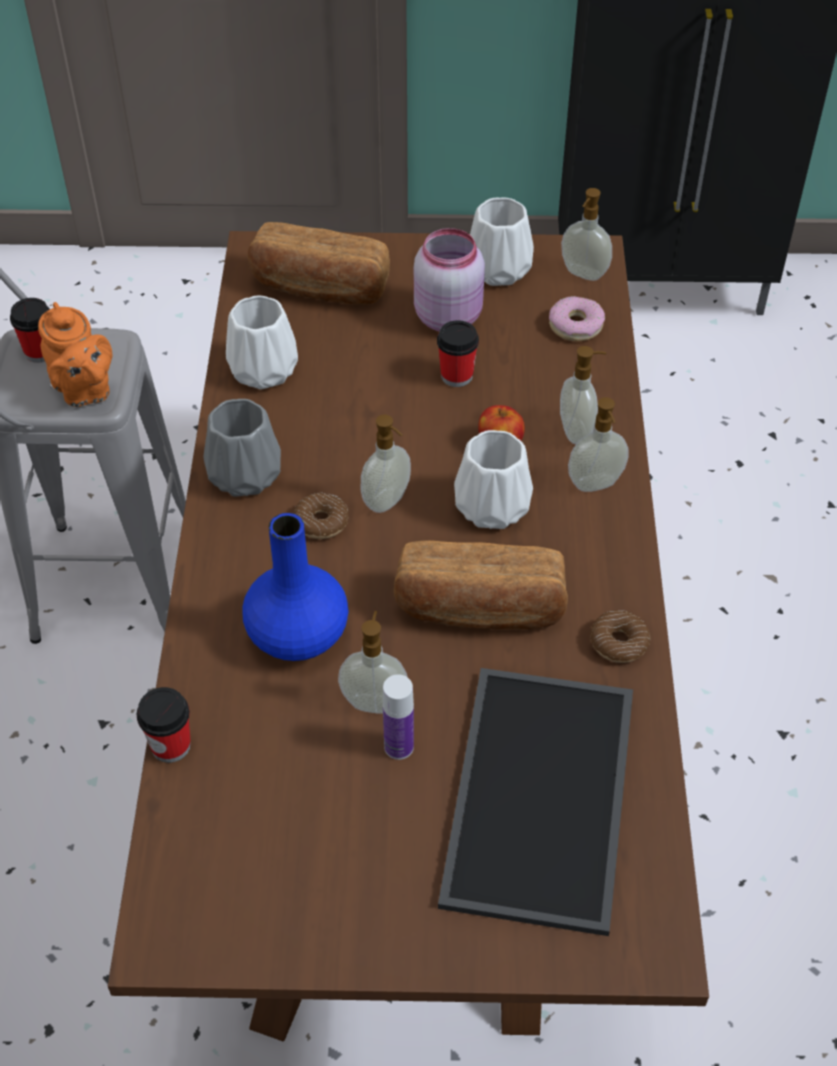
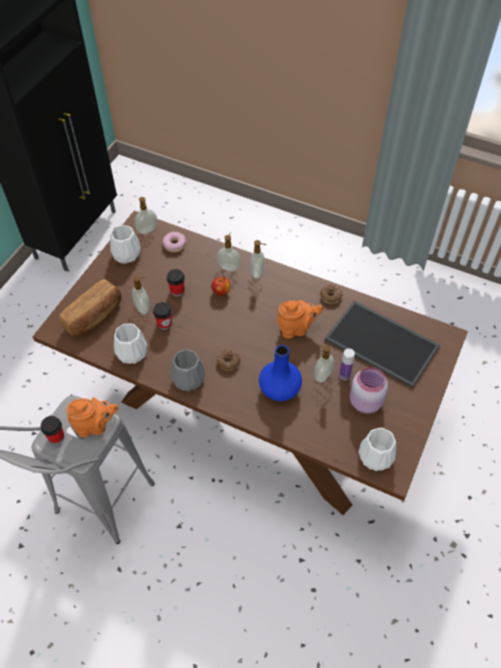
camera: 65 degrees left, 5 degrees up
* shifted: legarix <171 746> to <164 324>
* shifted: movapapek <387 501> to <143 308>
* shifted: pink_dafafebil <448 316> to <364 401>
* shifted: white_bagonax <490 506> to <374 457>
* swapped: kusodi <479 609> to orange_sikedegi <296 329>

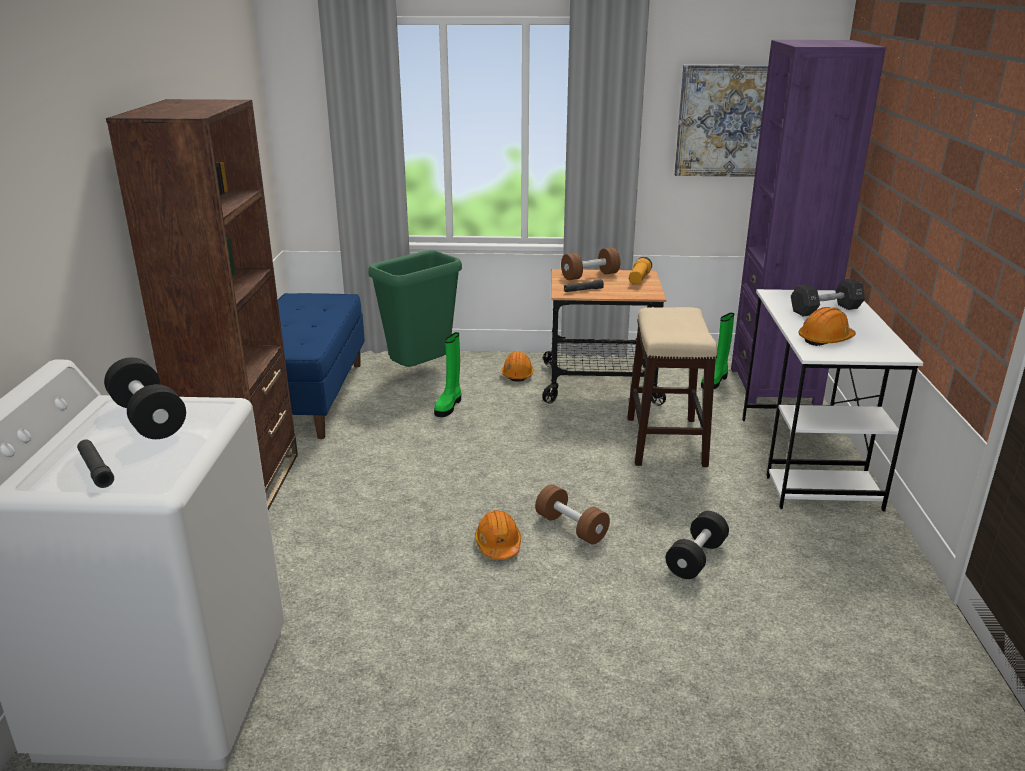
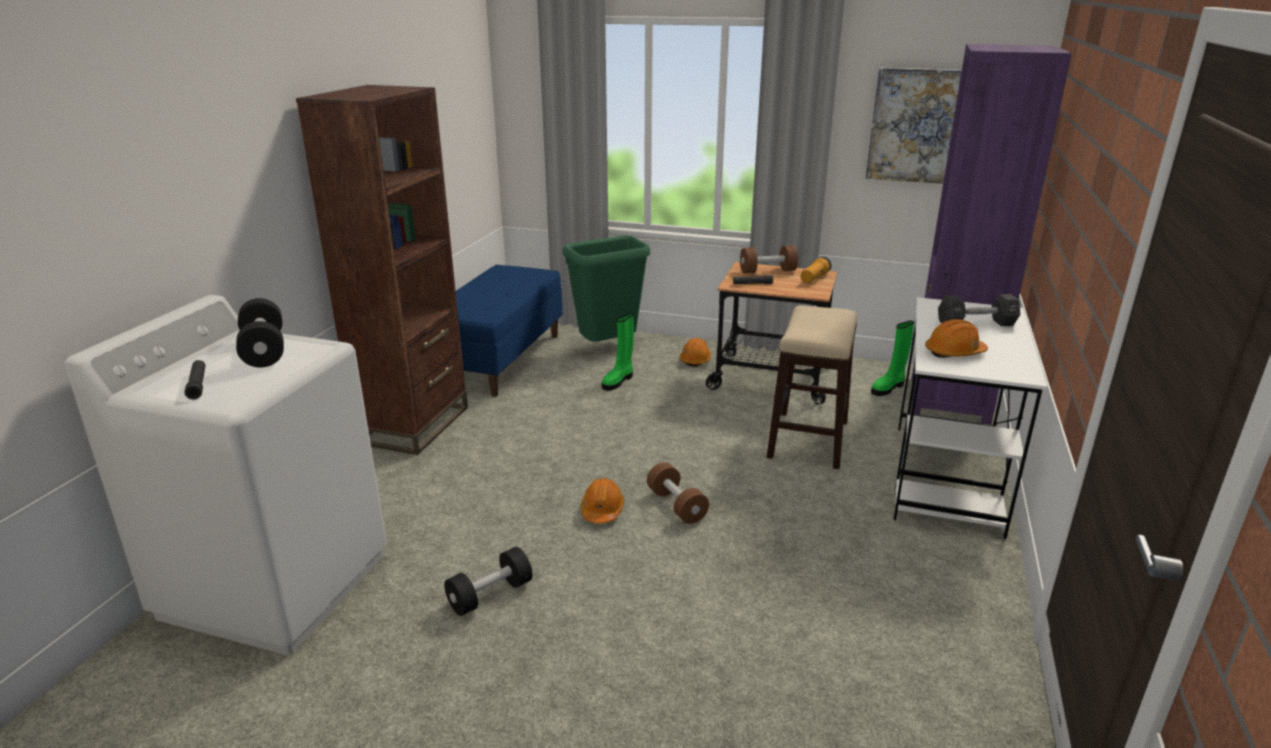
camera: 15 degrees right, 0 degrees up
* shifted: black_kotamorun <696 558> to <490 595>

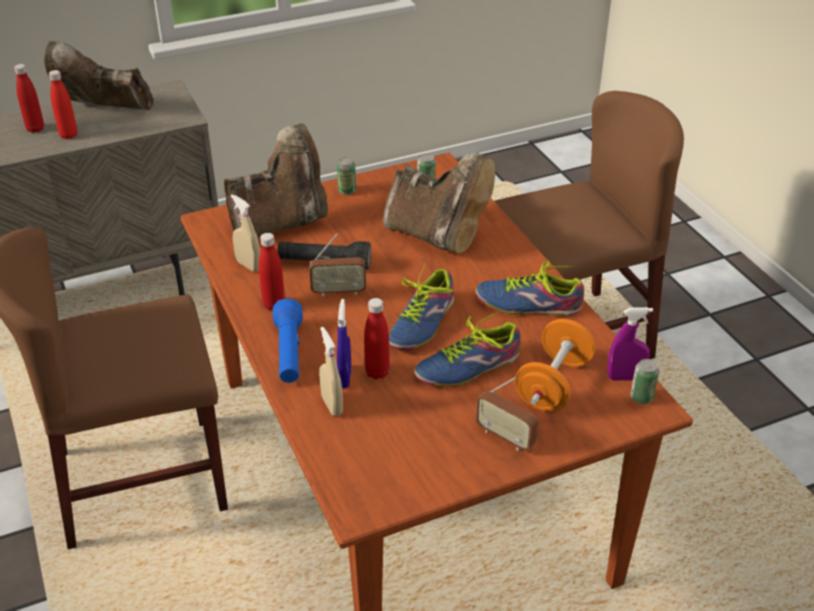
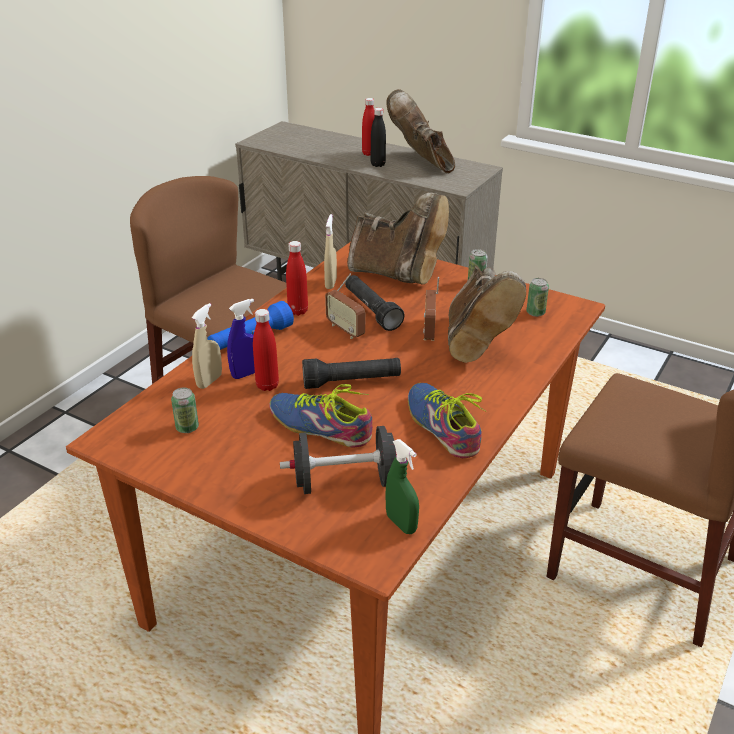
camera: 55 degrees right, 5 degrees down
* shifted: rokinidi <505 437> to <429 331>
* shifted: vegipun <641 397> to <187 428>
* swapped: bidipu <422 323> to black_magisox <352 382>
* repainted: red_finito <68 135> to black_finito <378 164>
* repainted: orange_kotamorun <553 385> to black_kotamorun <344 482>
* repainted: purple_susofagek <625 377> to green_susofagek <401 524>

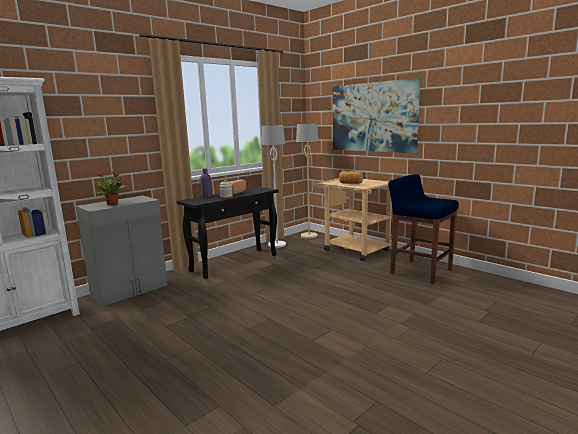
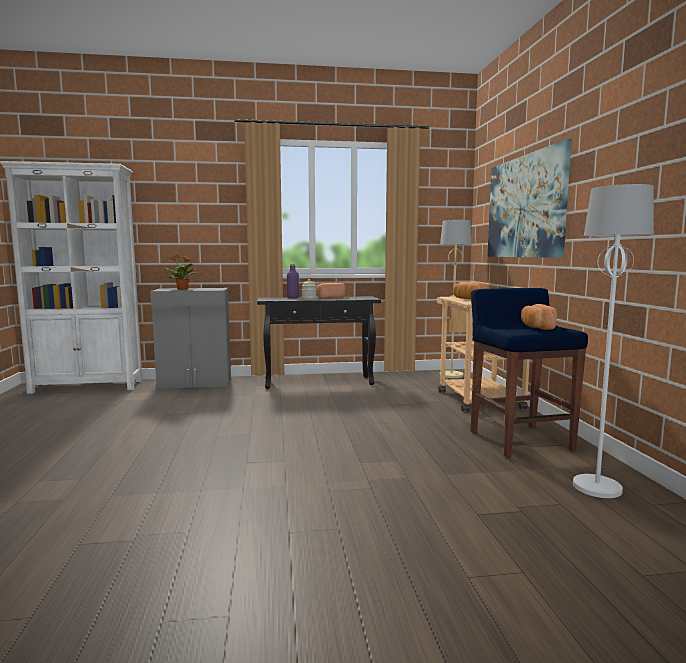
camera: 35 degrees right, 5 degrees down
* new: kusodi <536 327>
* shifted: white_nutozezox <277 245> to <597 487>

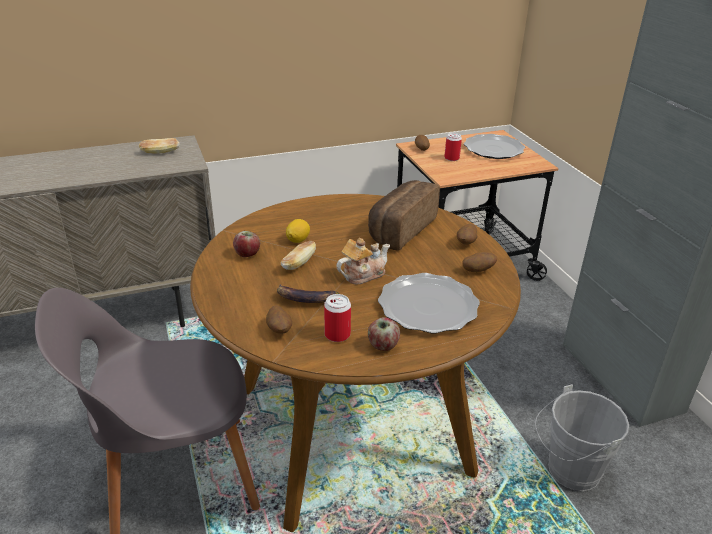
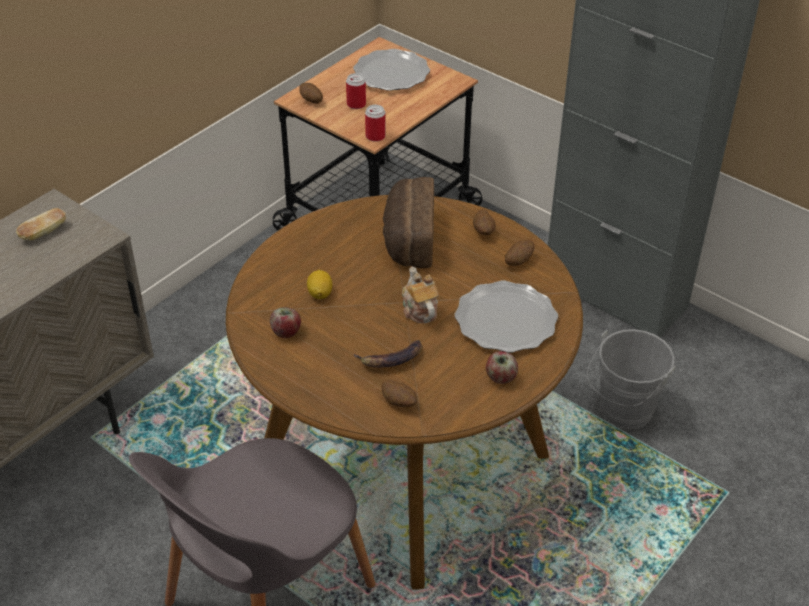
camera: 30 degrees left, 10 degrees up
* gone: kusodi <298 263>
* shifted: vegipun <337 335> to <375 136>
* rotated: sikedegi <362 274> = <419 309> 45 degrees counterclockwise

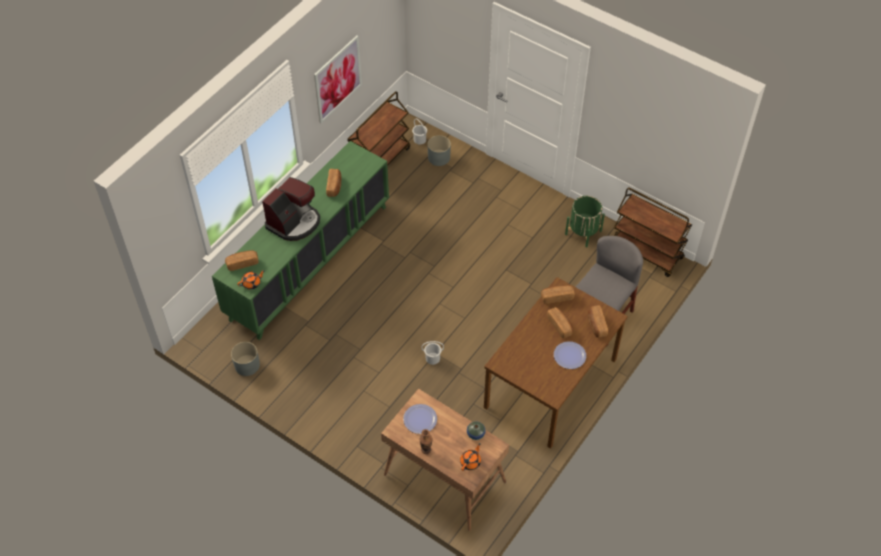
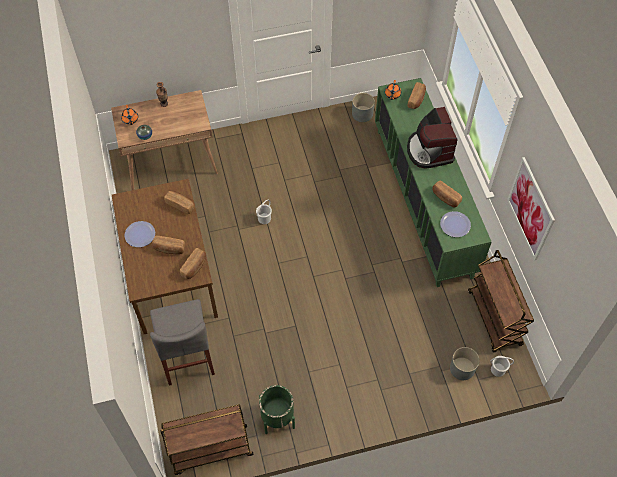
camera: 130 degrees right, 5 degrees up
* shifted: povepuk <420 419> to <455 224>
* shifted: kusodi <596 325> to <180 204>

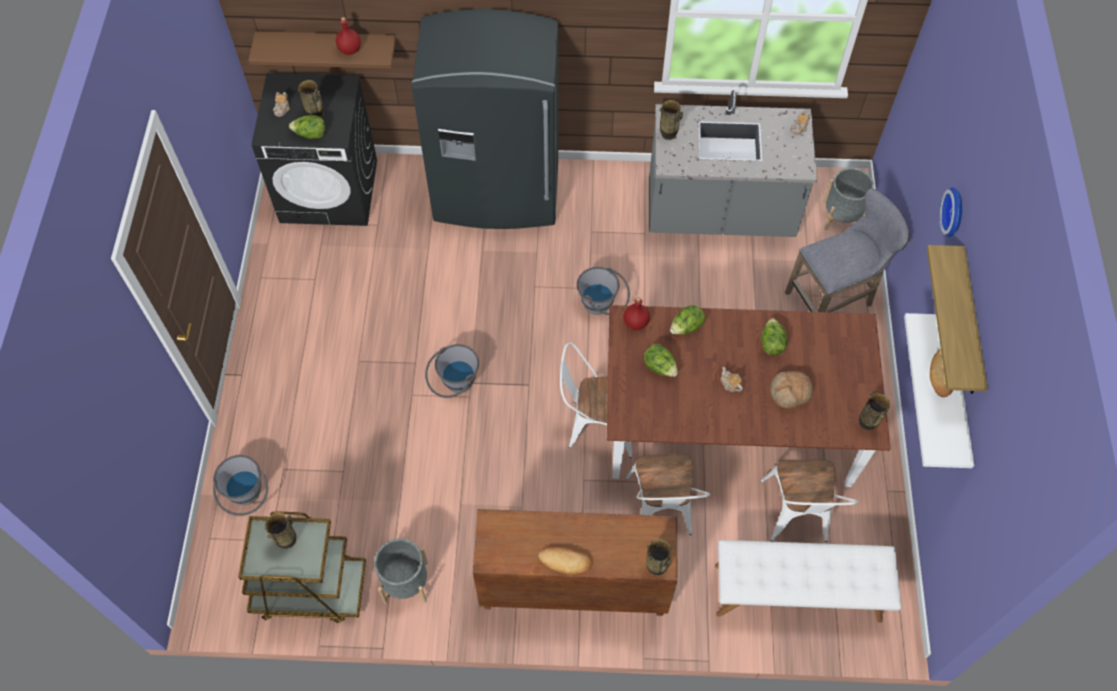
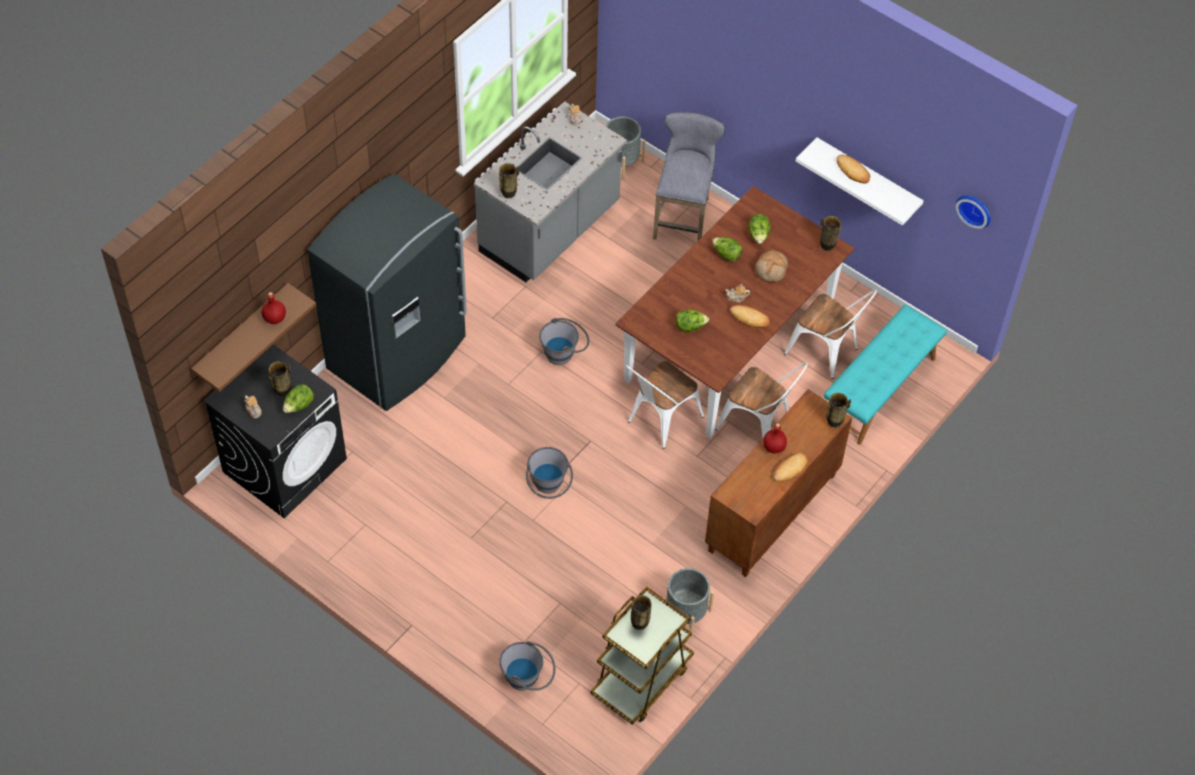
camera: 55 degrees left, 5 degrees down
* gone: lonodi <969 325>
* new: kusodi <749 318>
* shifted: red_finito <635 323> to <774 447>
* shifted: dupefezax <686 327> to <758 235>
* shifted: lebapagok <955 212> to <975 209>
* repainted: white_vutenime <797 593> to turquoise_vutenime <880 390>

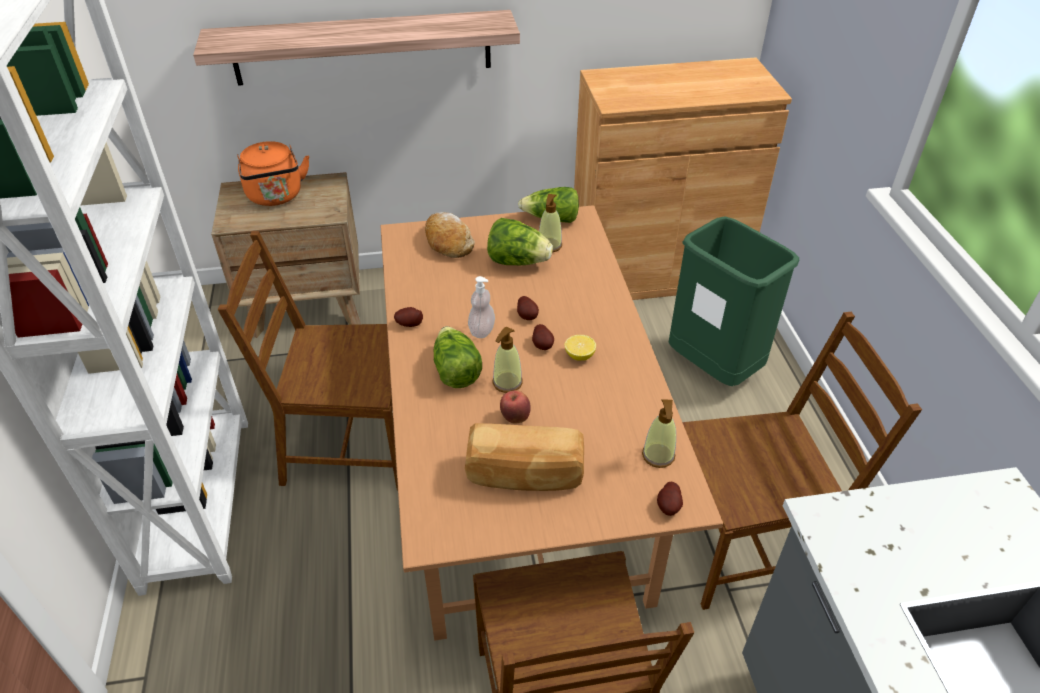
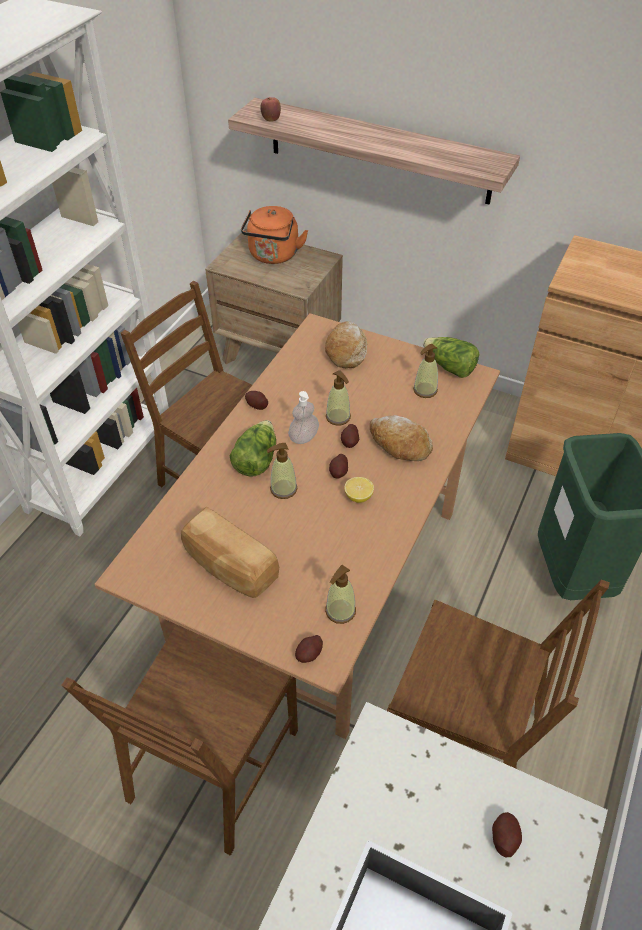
camera: 35 degrees right, 5 degrees up
* gone: dupefezax <517 261>
* new: movapapek <338 417>
* new: kusodi <399 444>
* new: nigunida <504 838>
* shifted: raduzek <515 417> to <271 120>

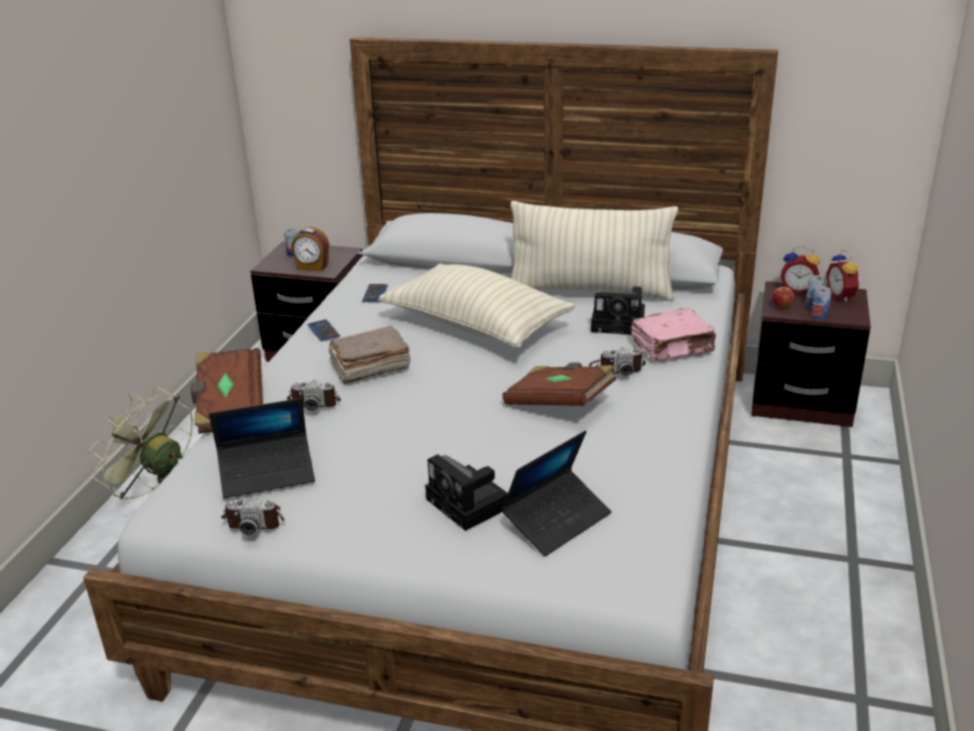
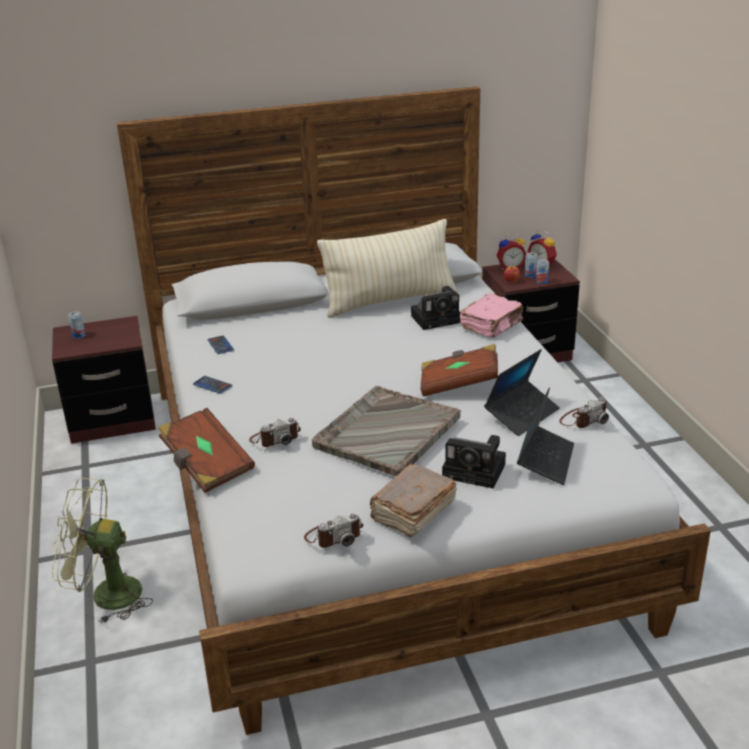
camera: 30 degrees left, 0 degrees up
* gone: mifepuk <312 267>
* gone: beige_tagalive <476 326>
* new: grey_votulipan <386 433>
* shifted: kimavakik <267 474> to <522 414>
* shifted: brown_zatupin <369 367> to <412 512>
* shifted: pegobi <617 368> to <583 419>

